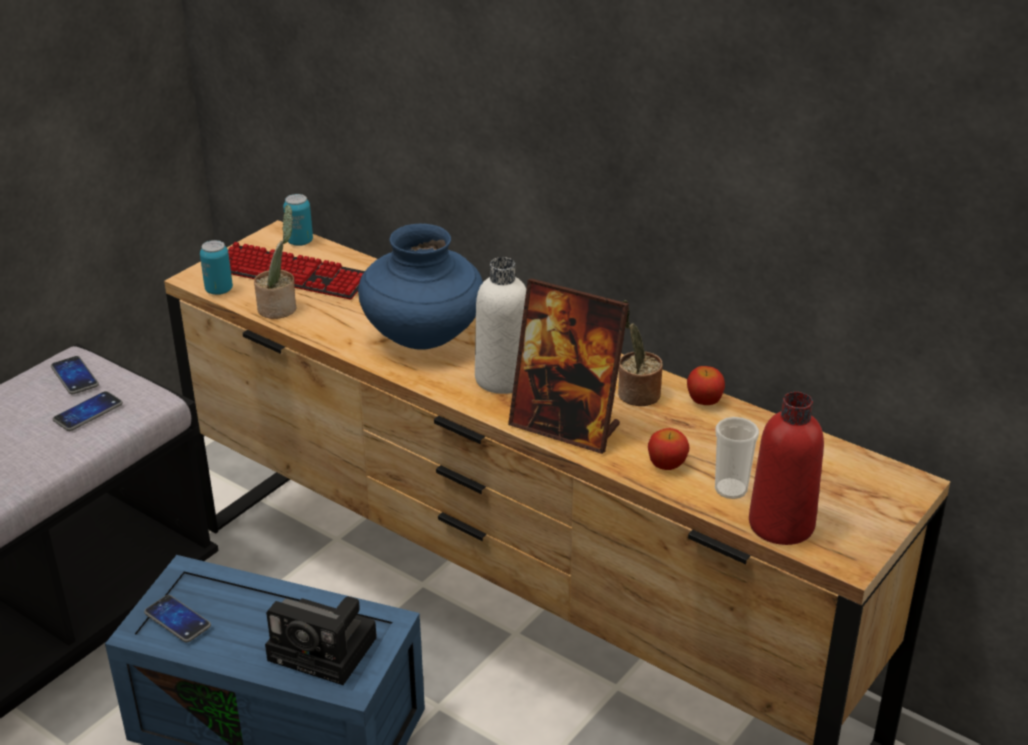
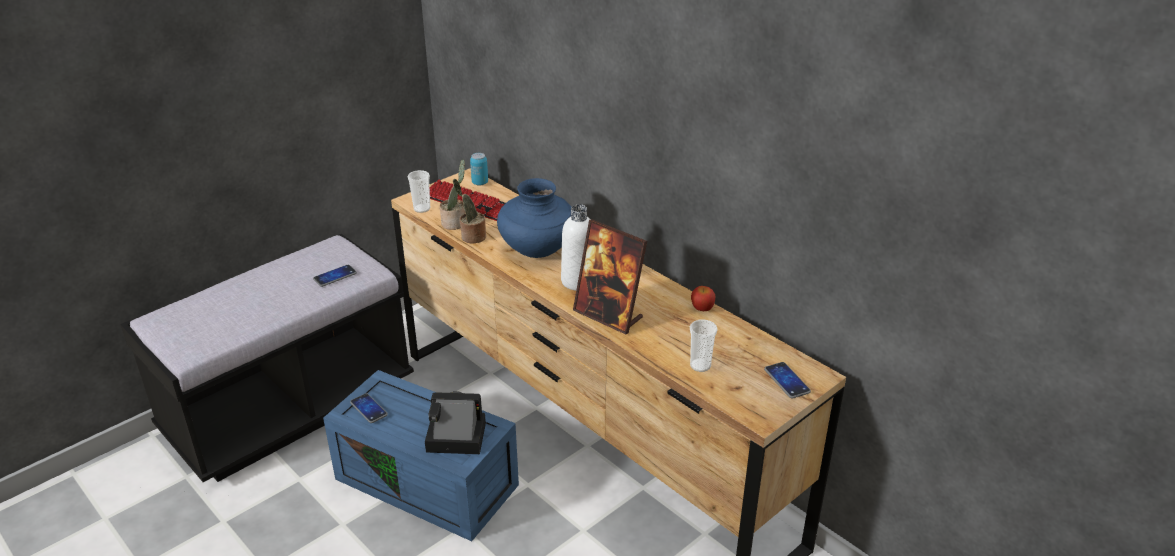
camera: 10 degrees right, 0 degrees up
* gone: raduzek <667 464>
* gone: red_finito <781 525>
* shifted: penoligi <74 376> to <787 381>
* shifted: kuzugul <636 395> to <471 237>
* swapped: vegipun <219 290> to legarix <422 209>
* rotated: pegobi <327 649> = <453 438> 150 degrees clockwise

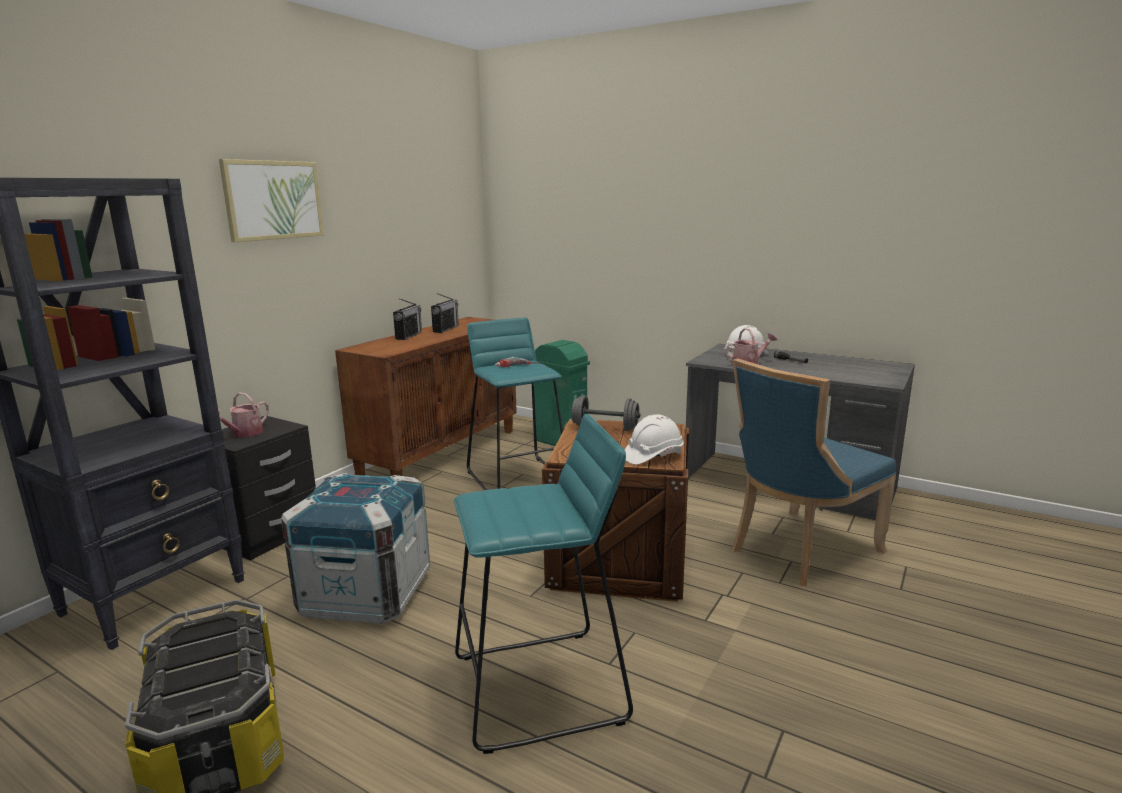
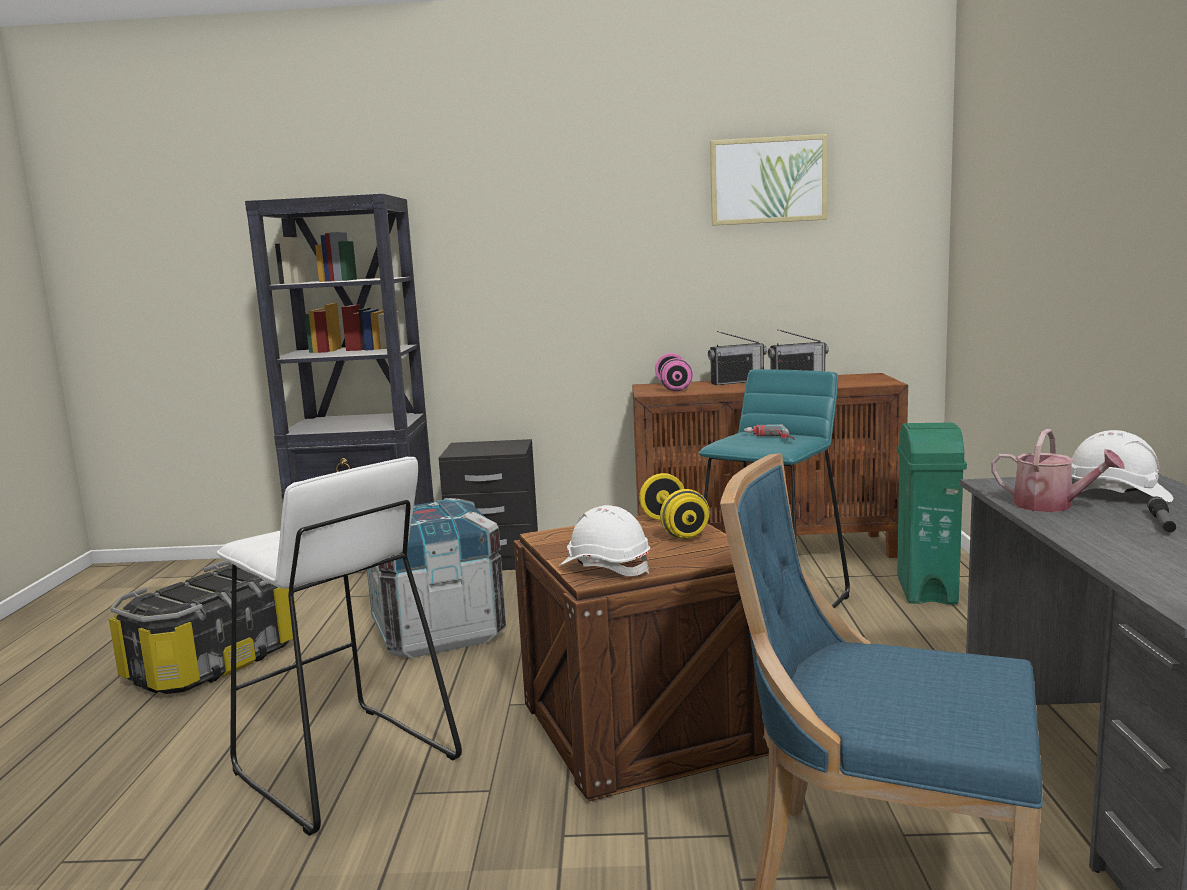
camera: 60 degrees right, 5 degrees down
* gone: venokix <244 434>
* new: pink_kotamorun <673 387>
* shifted: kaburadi <273 200> to <768 180>
* repainted: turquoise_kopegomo <541 688> to white_kopegomo <344 767>
* repainted: grey_kotamorun <605 428> to yellow_kotamorun <674 528>

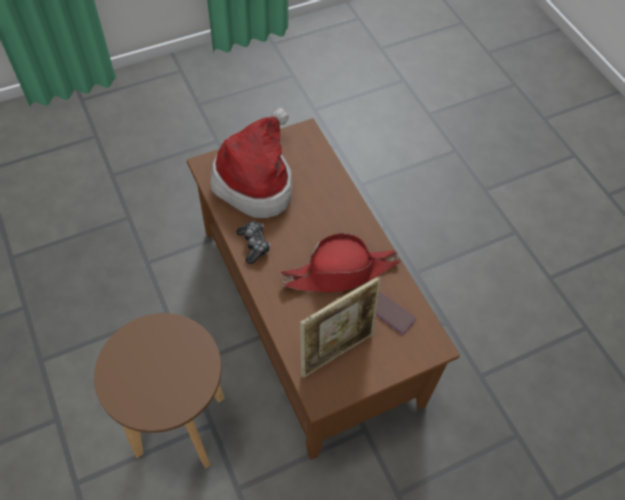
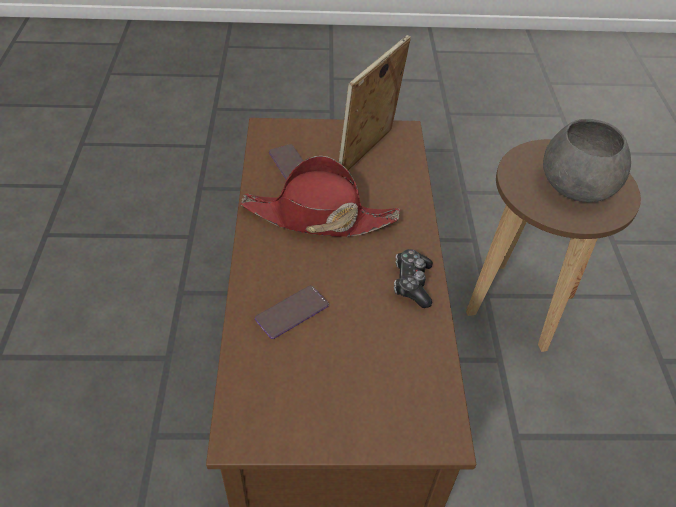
camera: 155 degrees left, 10 degrees down
* gone: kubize <256 180>
* new: penoligi <292 312>
* new: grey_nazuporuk <577 186>
* rotated: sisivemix <336 351> = <368 155> 45 degrees counterclockwise

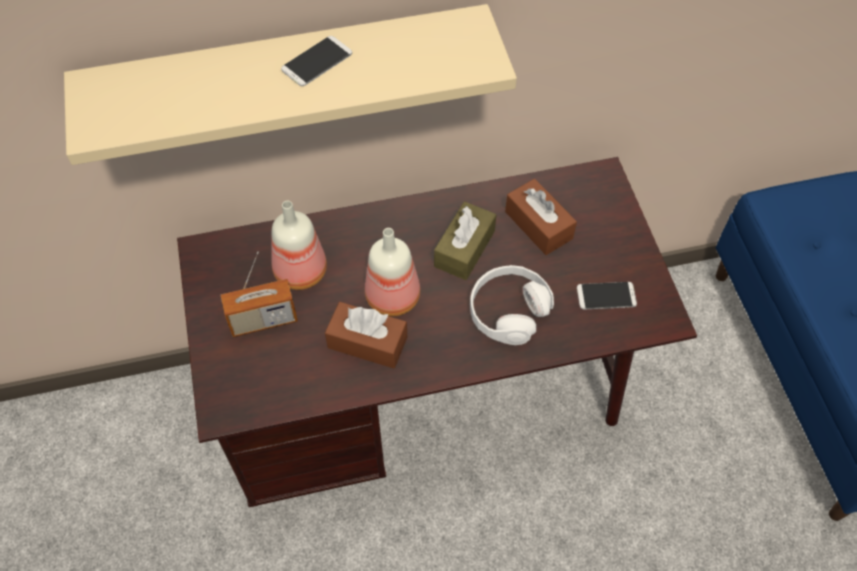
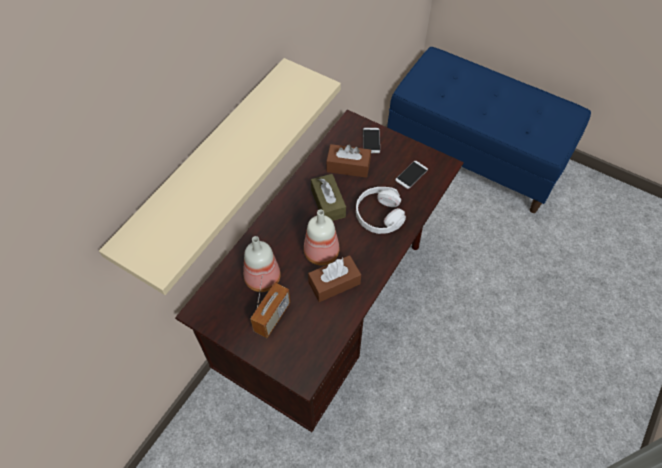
camera: 45 degrees left, 0 degrees up
* shifted: penoligi <317 62> to <371 140>

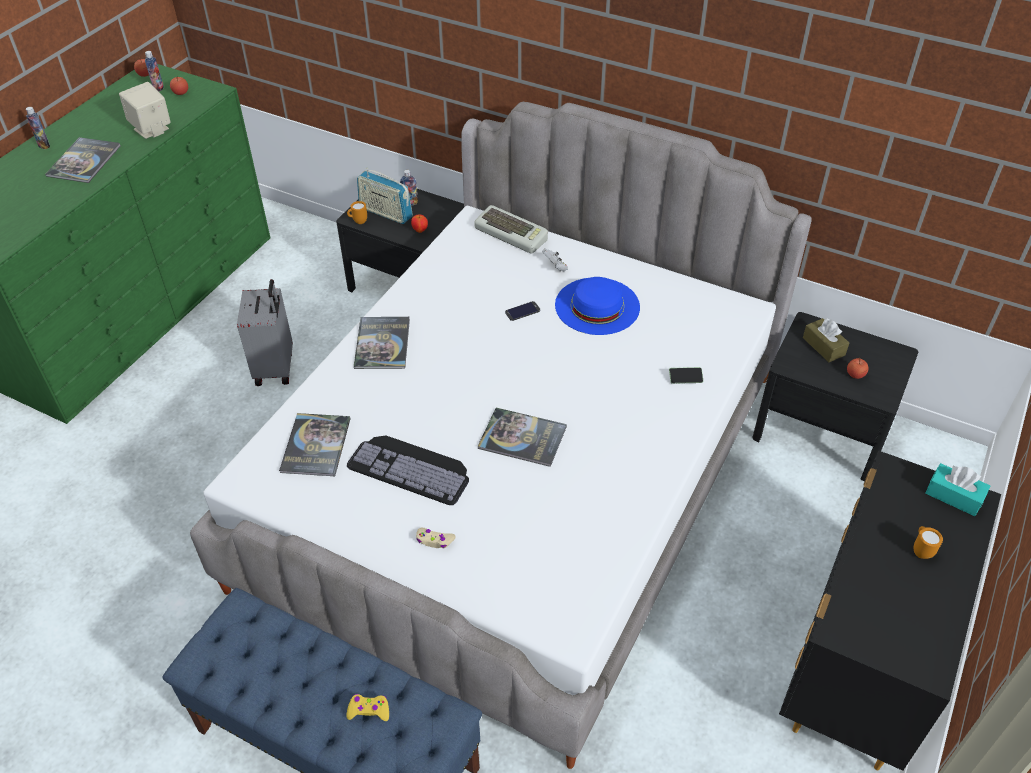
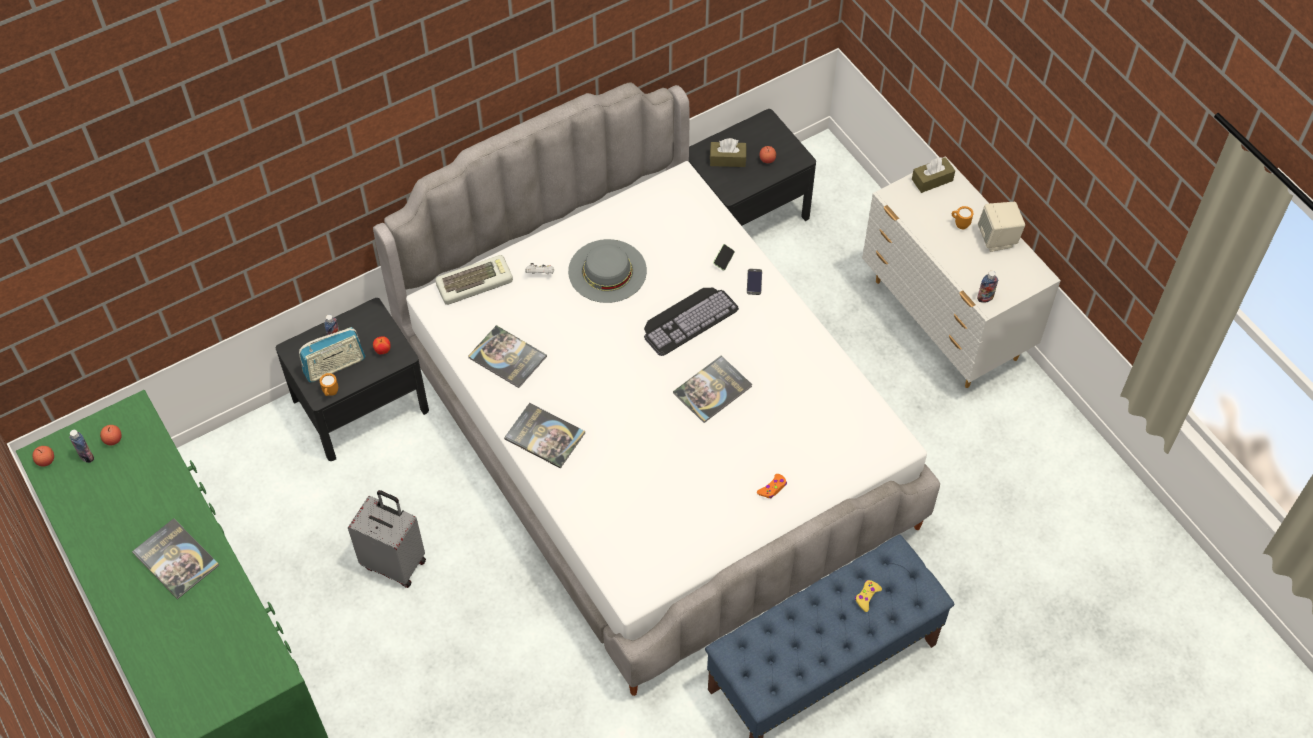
camera: 60 degrees left, 10 degrees up
* shifted: finito <44 145> to <985 298>
* shifted: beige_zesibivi <151 129> to <997 239>
* shifted: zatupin <316 445> to <507 357>
* shifted: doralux <412 467> to <688 318>
* shifted: penoligi <522 311> to <754 282>
* repainted: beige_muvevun <435 540> to orange_muvevun <772 488>
* repainted: blue_kubize <597 306> to grey_kubize <607 271>
* repainted: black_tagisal <858 666> to white_tagisal <944 322>
* repainted: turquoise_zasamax <954 496> to brown_zasamax <932 180>

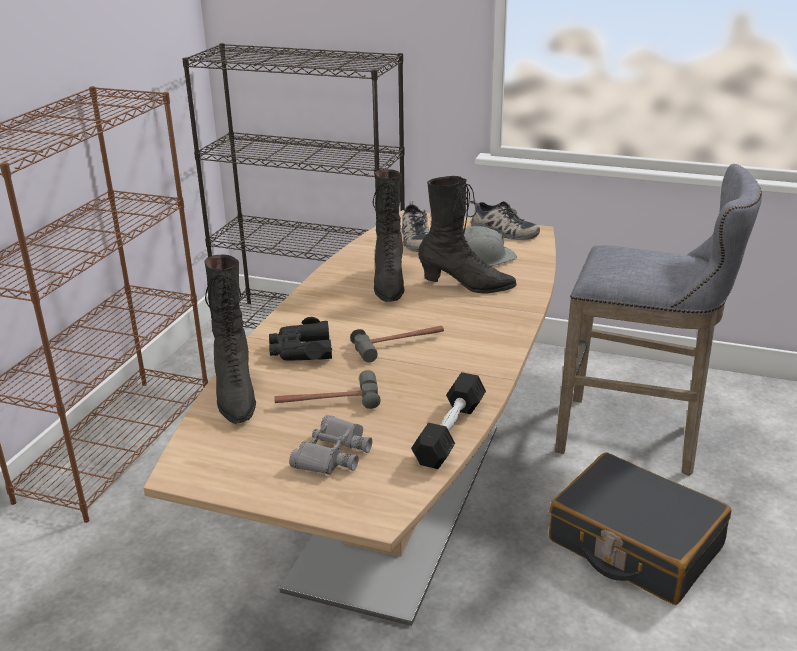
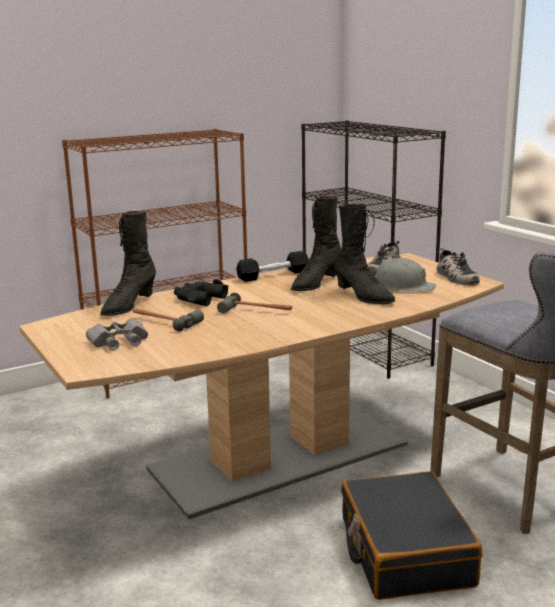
camera: 40 degrees right, 10 degrees down
* shifted: black_kotamorun <450 433> to <273 275>

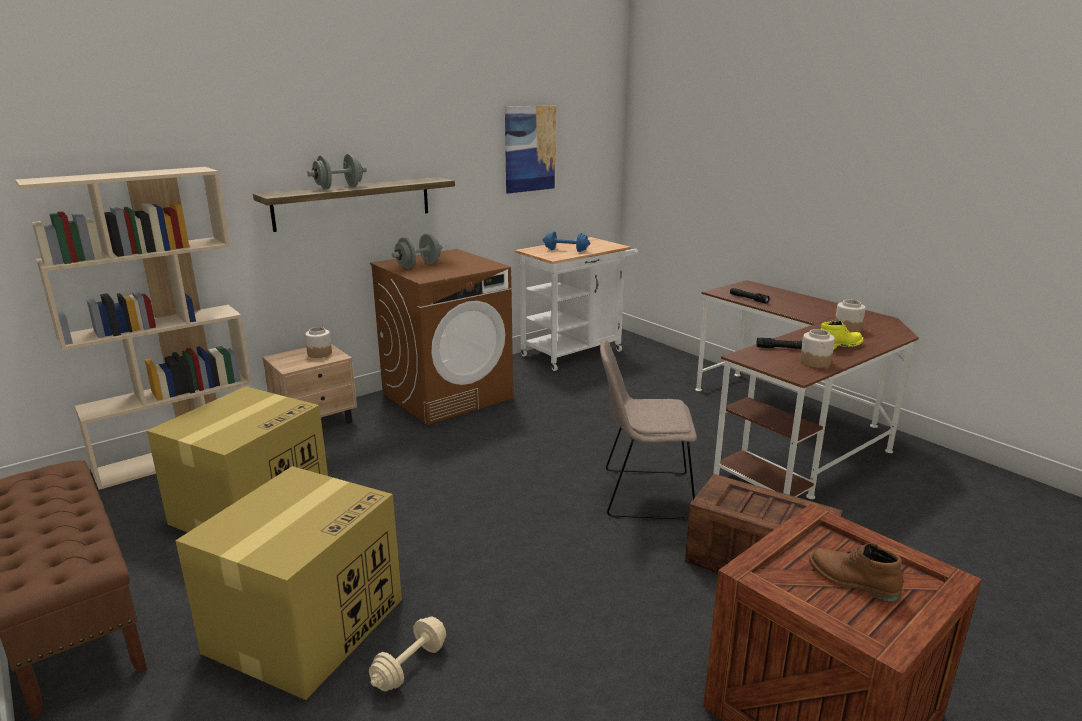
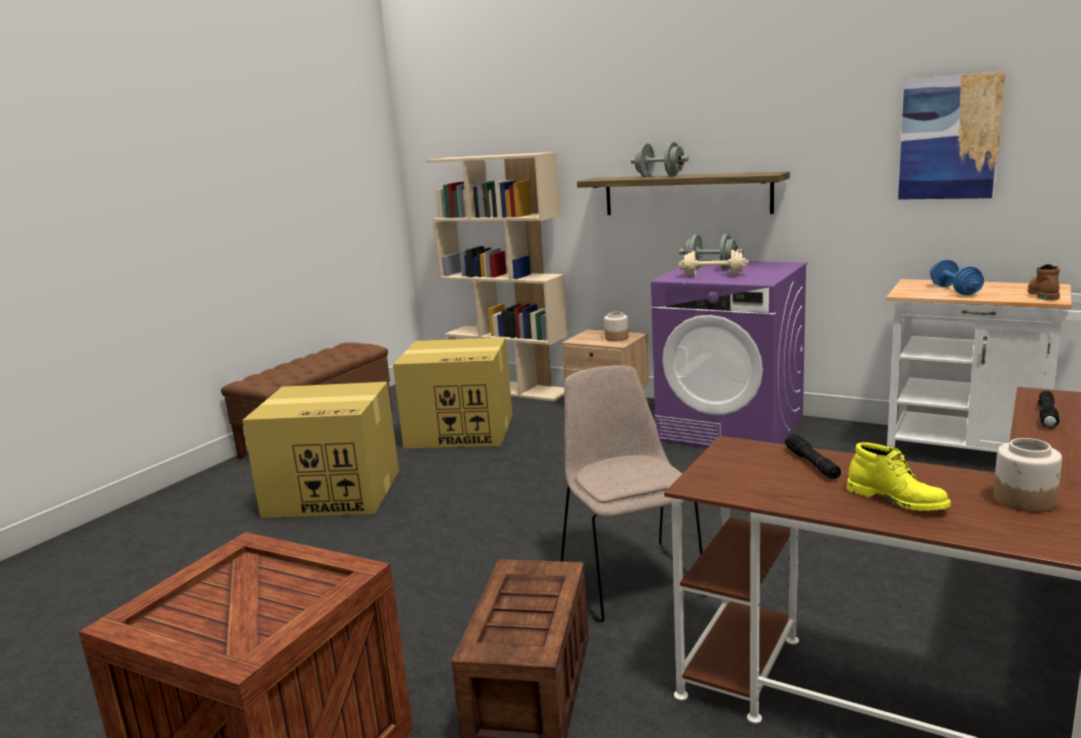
camera: 70 degrees right, 5 degrees down
* gone: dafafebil <815 362>
* shifted: beige_kotamorun <410 666> to <713 275>
* shifted: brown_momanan <851 581> to <1042 294>
* repainted: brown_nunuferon <448 395> to purple_nunuferon <731 429>

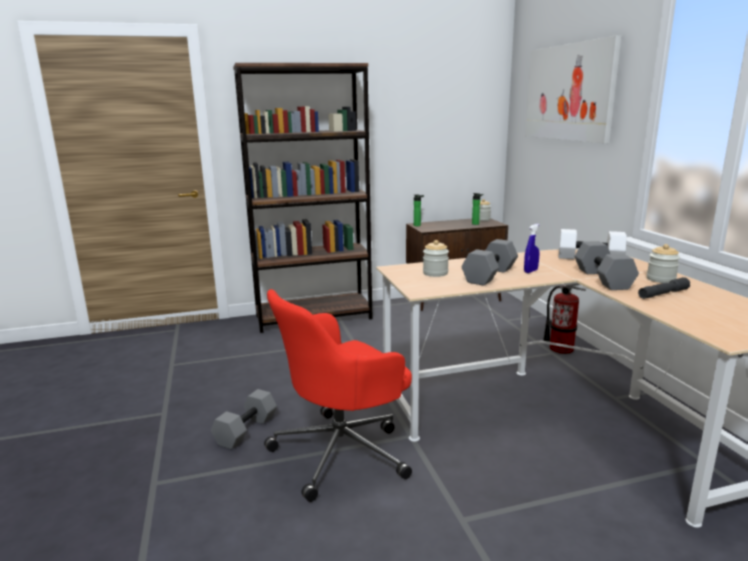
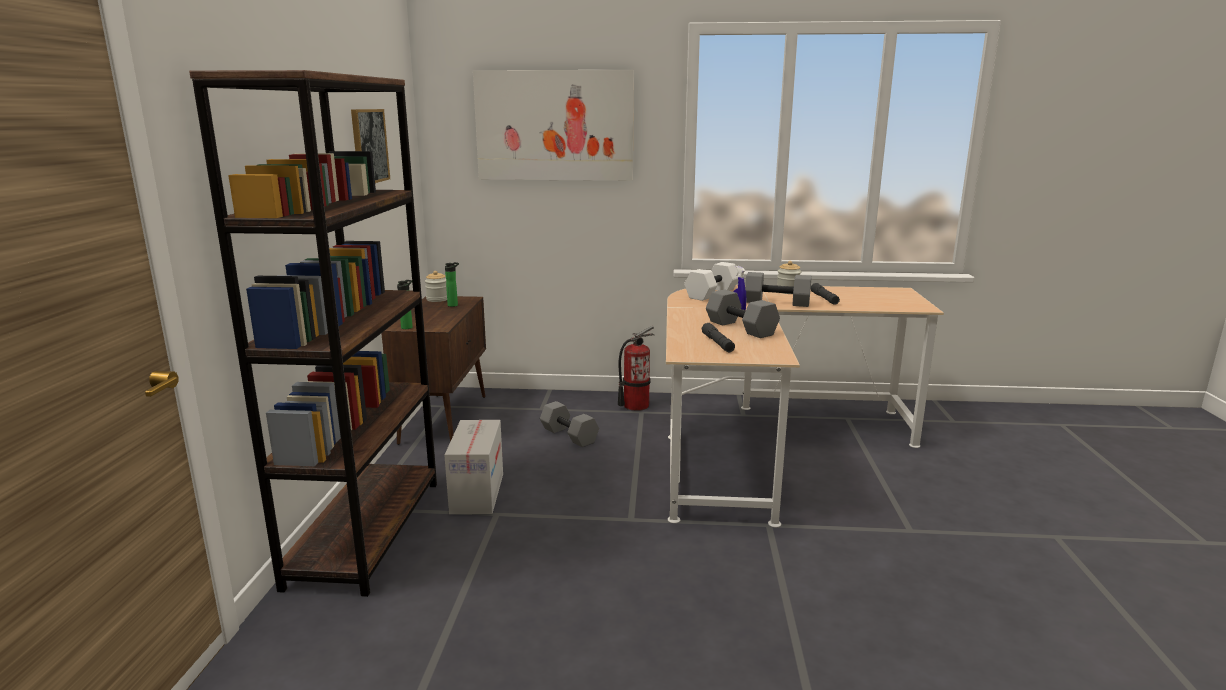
camera: 70 degrees left, 0 degrees up
* gone: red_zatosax <343 451>
* new: kaburadi <369 146>
* new: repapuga <477 493>
* shifted: grey_kotamorun <246 431> to <570 435>
* swapped: dafafebil <435 273> to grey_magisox <717 343>

